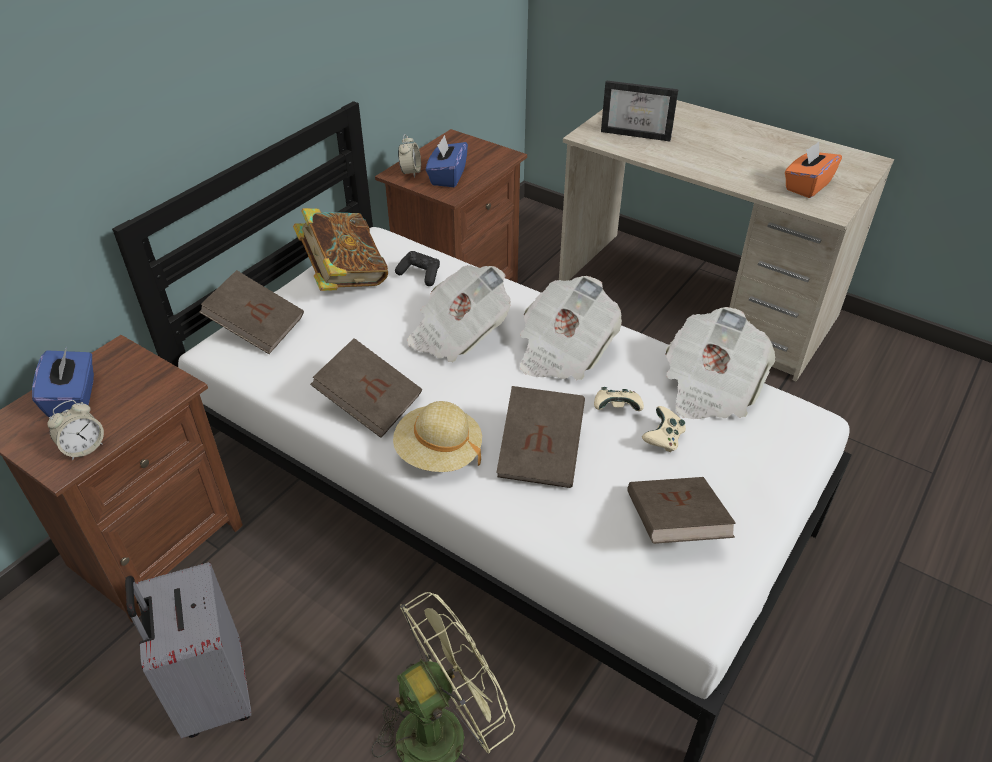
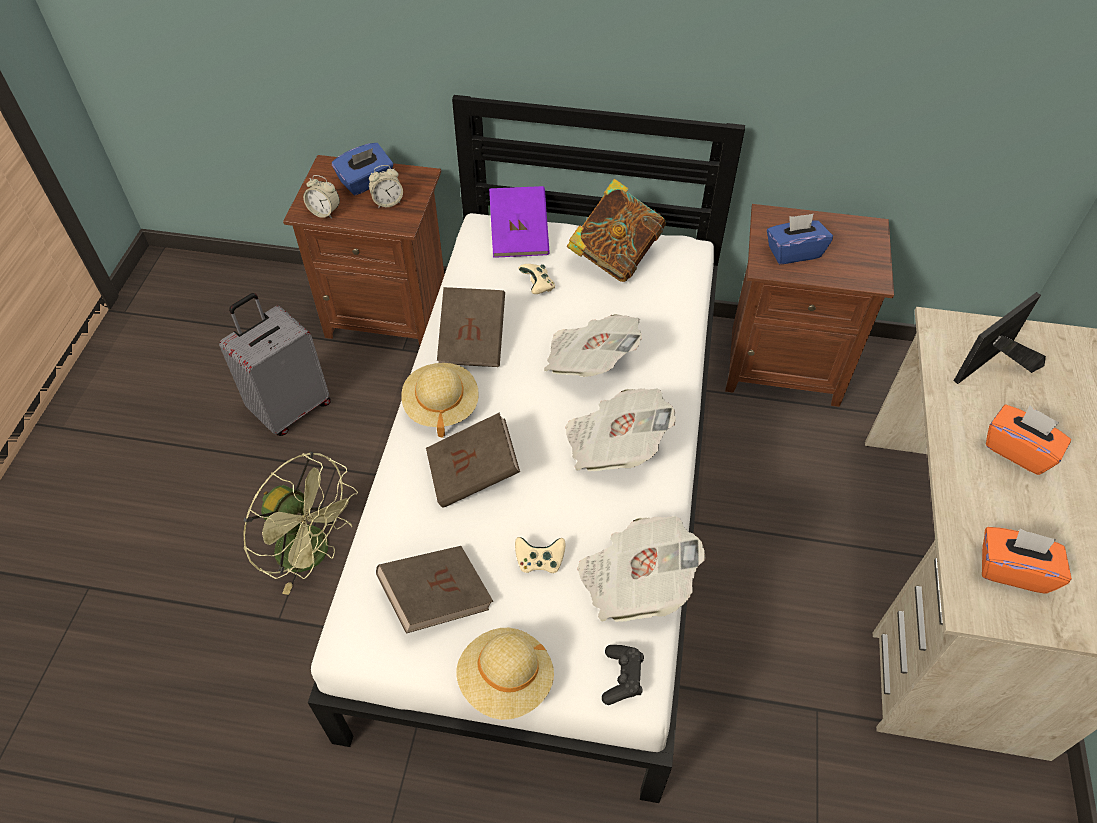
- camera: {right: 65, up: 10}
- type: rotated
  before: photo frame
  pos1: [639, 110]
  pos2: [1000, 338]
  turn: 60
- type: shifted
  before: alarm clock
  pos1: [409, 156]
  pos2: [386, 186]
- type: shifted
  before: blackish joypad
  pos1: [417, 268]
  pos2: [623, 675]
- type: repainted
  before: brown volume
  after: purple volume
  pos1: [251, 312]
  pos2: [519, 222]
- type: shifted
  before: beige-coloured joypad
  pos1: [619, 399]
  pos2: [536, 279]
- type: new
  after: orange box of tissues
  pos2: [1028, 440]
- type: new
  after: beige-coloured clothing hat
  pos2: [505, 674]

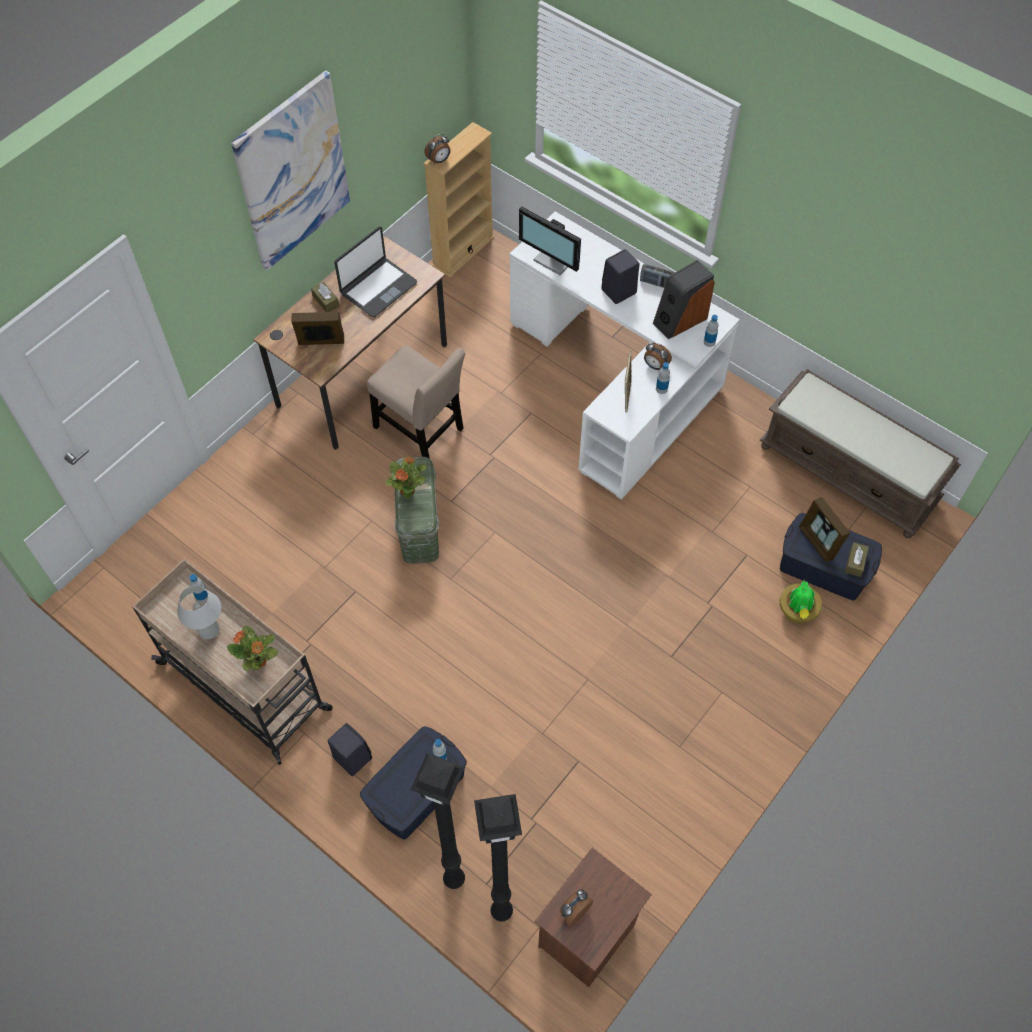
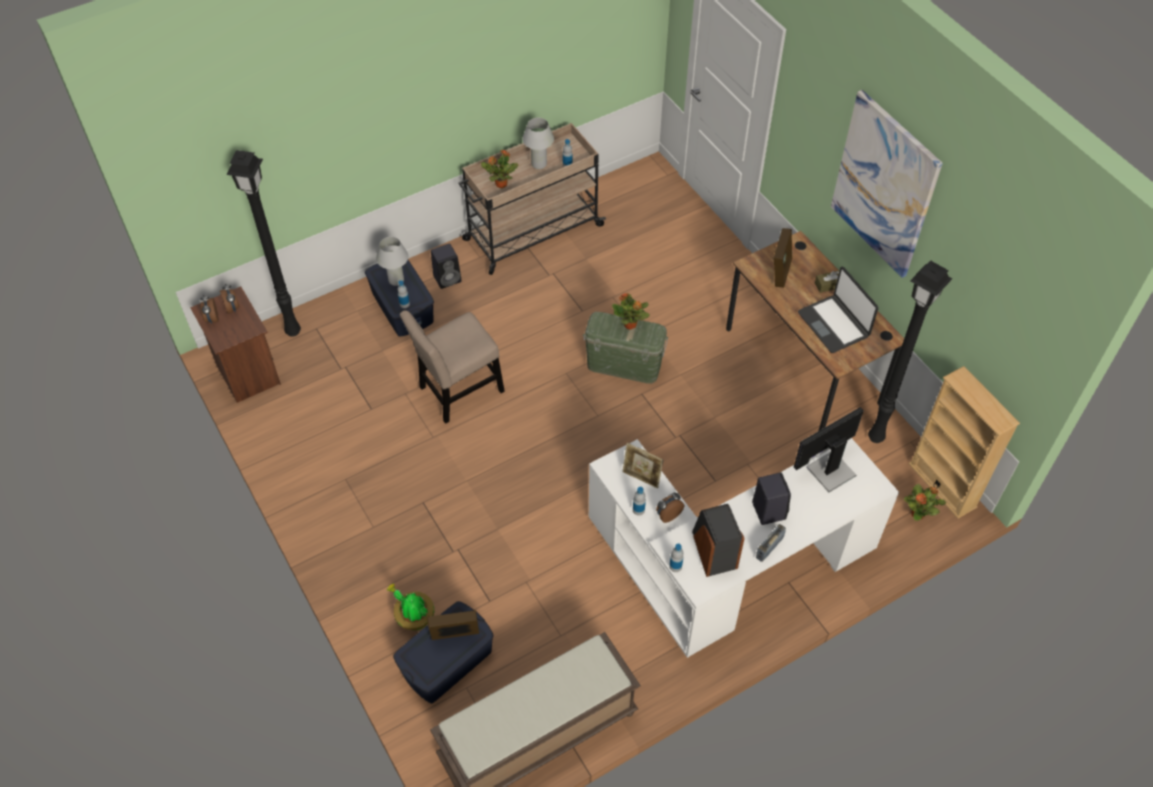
- camera: {right: 110, up: -5}
- type: shifted
  before: alarm clock
  pos1: [438, 149]
  pos2: [209, 309]
- type: shifted
  before: beige-coloured upright chair
  pos1: [416, 402]
  pos2: [452, 367]
- type: gone
  before: brown box of tissues
  pos1: [857, 559]
- type: shifted
  before: blackish floor lamp
  pos1: [438, 821]
  pos2: [910, 352]
- type: new
  after: white table lamp
  pos2: [392, 261]
- type: new
  after: plant in a pot
  pos2: [925, 502]

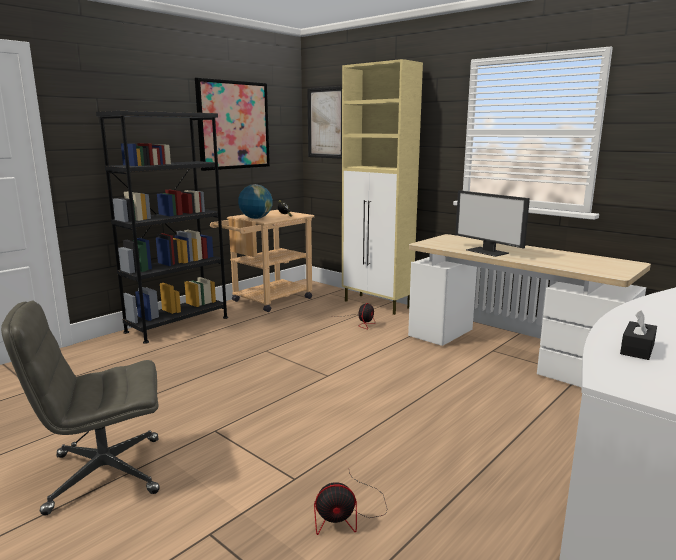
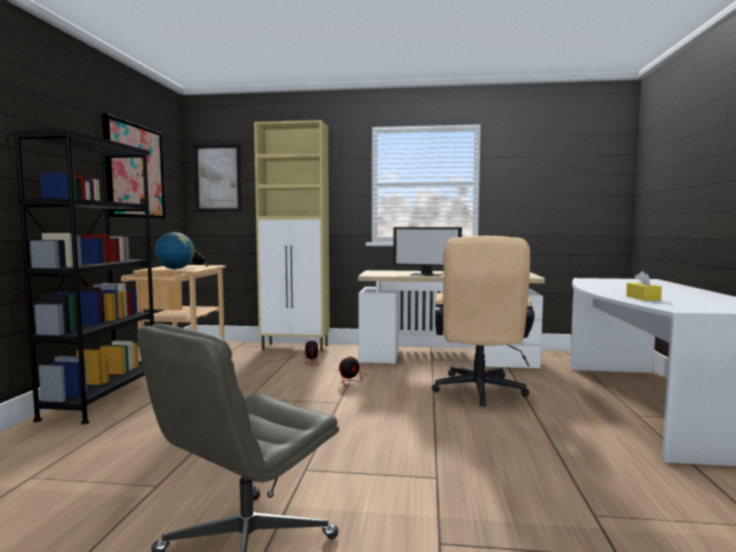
- camera: {right: -35, up: -10}
- type: repainted
  before: blackish box of tissues
  after: yellow-coloured box of tissues
  pos1: [638, 335]
  pos2: [644, 286]
- type: shifted
  before: electric fan
  pos1: [350, 503]
  pos2: [347, 371]
- type: new
  after: beige-coloured office chair
  pos2: [483, 321]

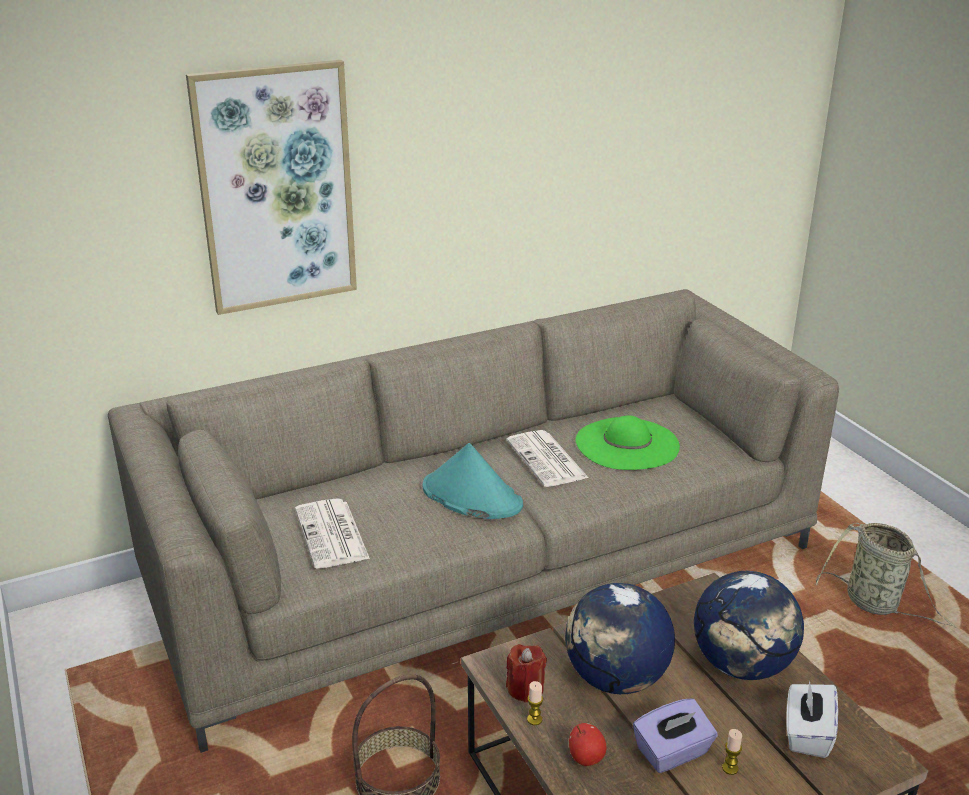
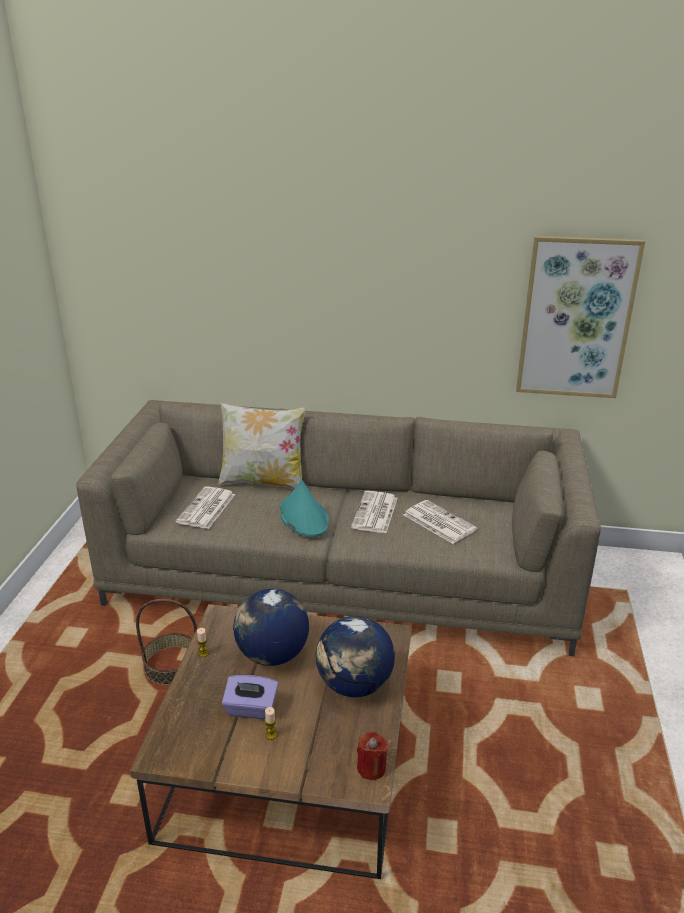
- camera: {right: 35, up: 0}
- type: shifted
  before: picture
  pos1: [271, 187]
  pos2: [580, 317]
- type: swapped
  before: green-coloured clothing hat
  after: newspaper
  pos1: [628, 442]
  pos2: [440, 522]
- type: gone
  before: storage basket
  pos1: [885, 575]
- type: shifted
  before: red wax candle
  pos1: [526, 673]
  pos2: [372, 755]
- type: gone
  before: white box of tissues
  pos1: [812, 719]
- type: gone
  before: apple
  pos1: [588, 744]
- type: new
  after: pillow
  pos2: [262, 446]

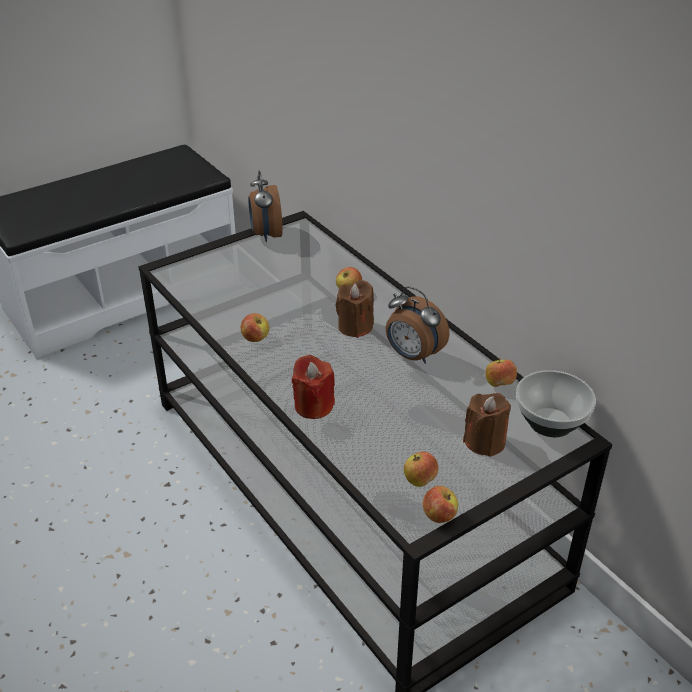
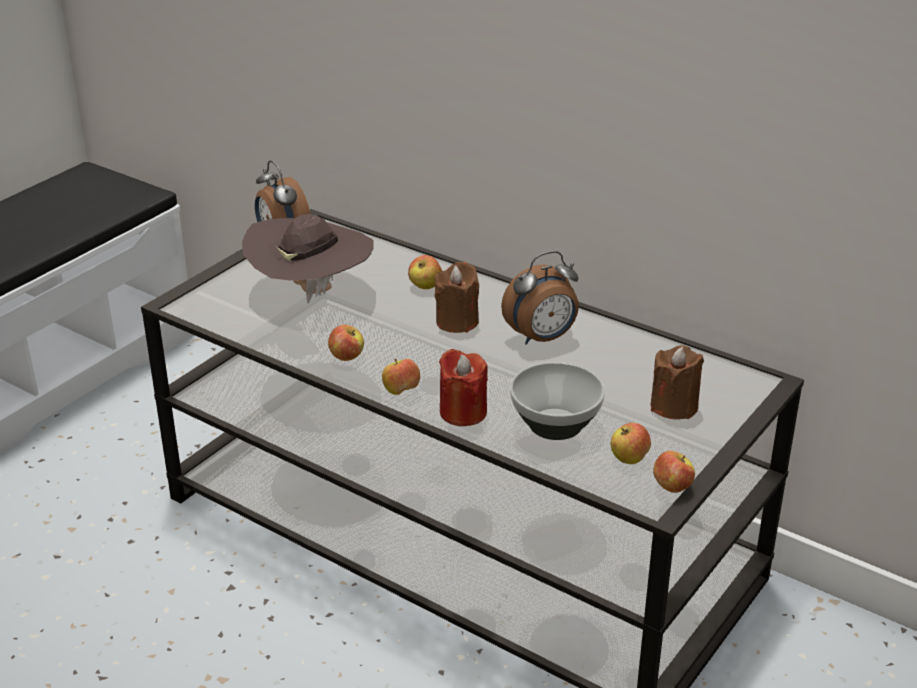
- camera: {right: -20, up: -5}
- type: rotated
  before: alarm clock
  pos1: [418, 325]
  pos2: [540, 298]
  turn: -45
- type: shifted
  before: apple
  pos1: [501, 372]
  pos2: [401, 377]
- type: shifted
  before: bowl
  pos1: [556, 403]
  pos2: [557, 401]
- type: new
  after: brown clothing hat
  pos2: [308, 258]

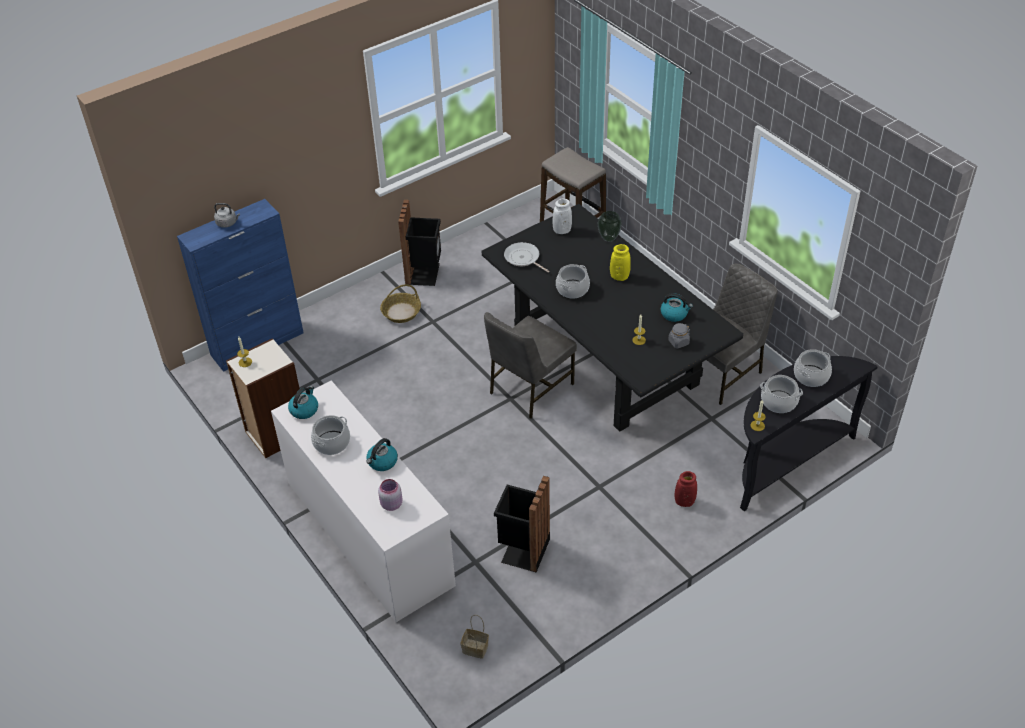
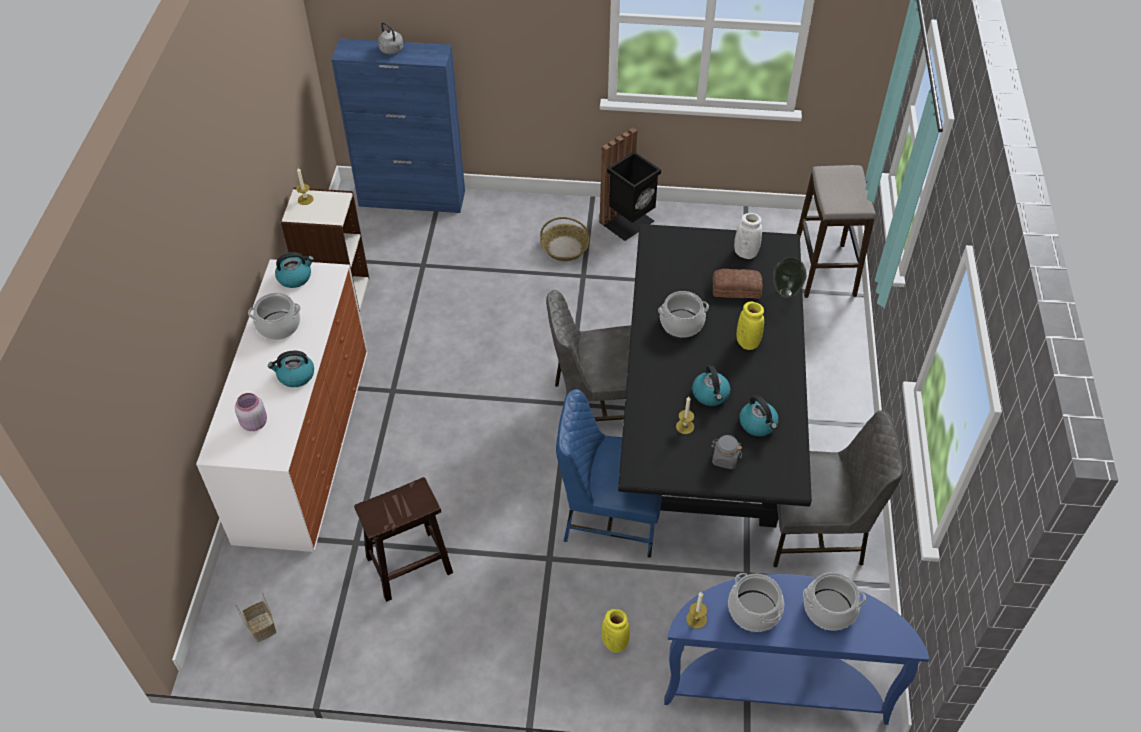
- camera: {right: 40, up: 5}
- type: gone
  before: frying pan
  pos1: [527, 257]
- type: repainted
  before: blackish console table
  after: blue console table
  pos1: [809, 434]
  pos2: [796, 649]
- type: repainted
  before: red vase
  after: yellow-coloured vase
  pos1: [686, 489]
  pos2: [615, 631]
- type: swapped
  before: blackish trash can
  after: brown stool seat
  pos1: [522, 524]
  pos2: [403, 539]
- type: new
  after: baked bread
  pos2: [738, 284]
- type: new
  after: water kettle
  pos2: [711, 385]
- type: new
  after: blue upright chair
  pos2: [609, 473]

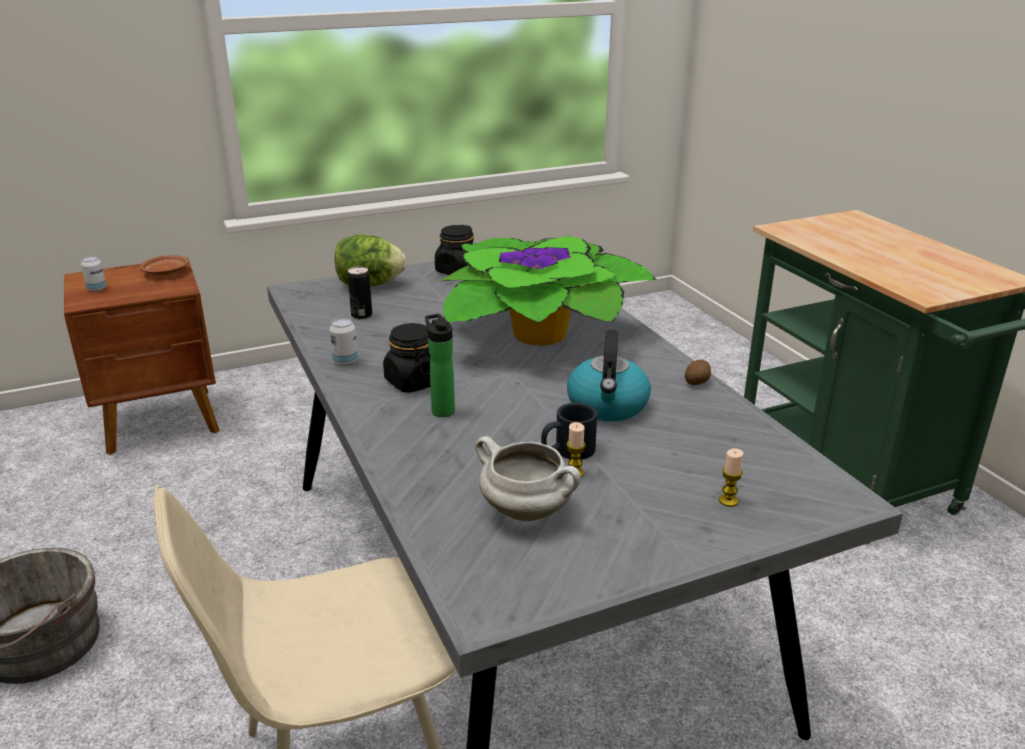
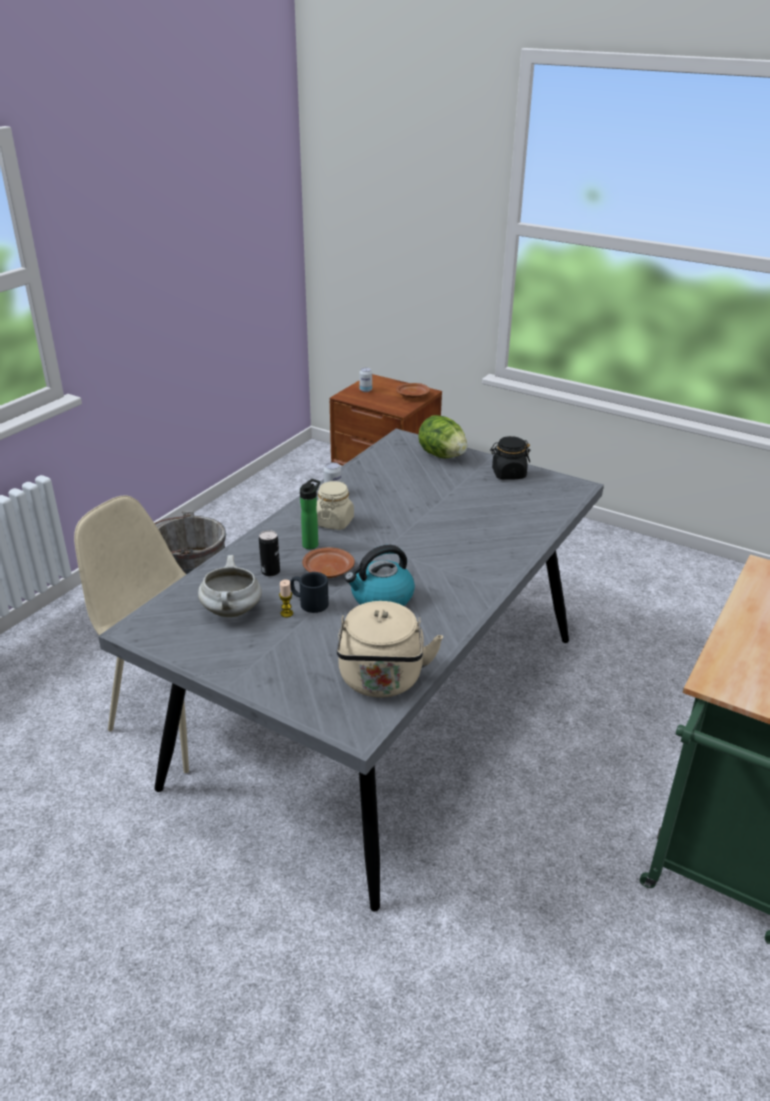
- camera: {right: 55, up: 5}
- type: gone
  before: plant in a pot
  pos1: [547, 291]
- type: shifted
  before: can
  pos1: [360, 293]
  pos2: [269, 553]
- type: repainted
  before: blackish jar
  after: beige-coloured jar
  pos1: [406, 358]
  pos2: [335, 505]
- type: gone
  before: spud
  pos1: [698, 372]
- type: gone
  before: wax candle
  pos1: [731, 477]
- type: new
  after: brown plate
  pos2: [328, 562]
- type: new
  after: beige-coloured water kettle
  pos2: [390, 649]

